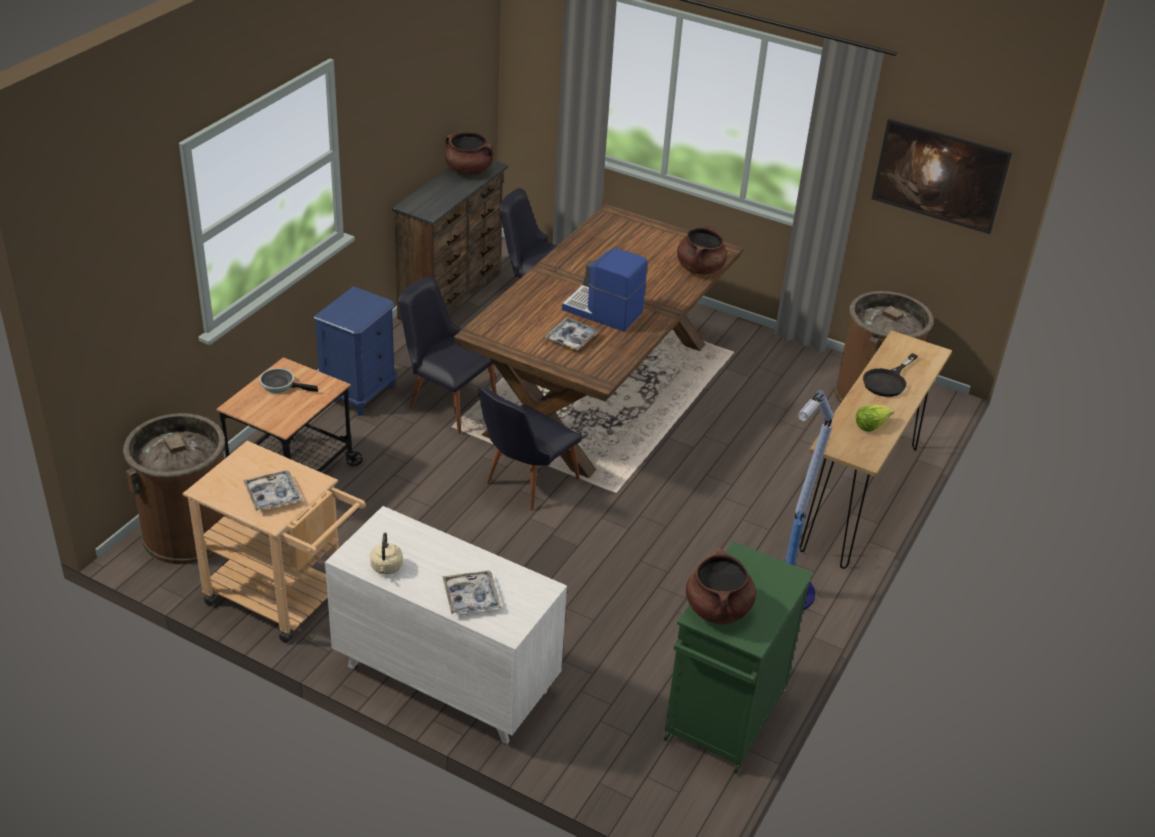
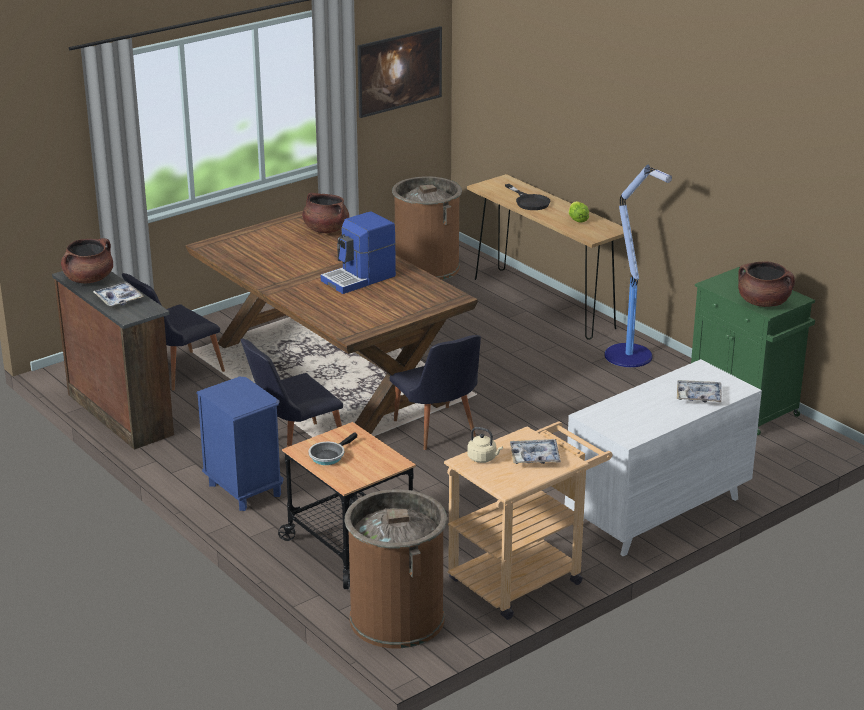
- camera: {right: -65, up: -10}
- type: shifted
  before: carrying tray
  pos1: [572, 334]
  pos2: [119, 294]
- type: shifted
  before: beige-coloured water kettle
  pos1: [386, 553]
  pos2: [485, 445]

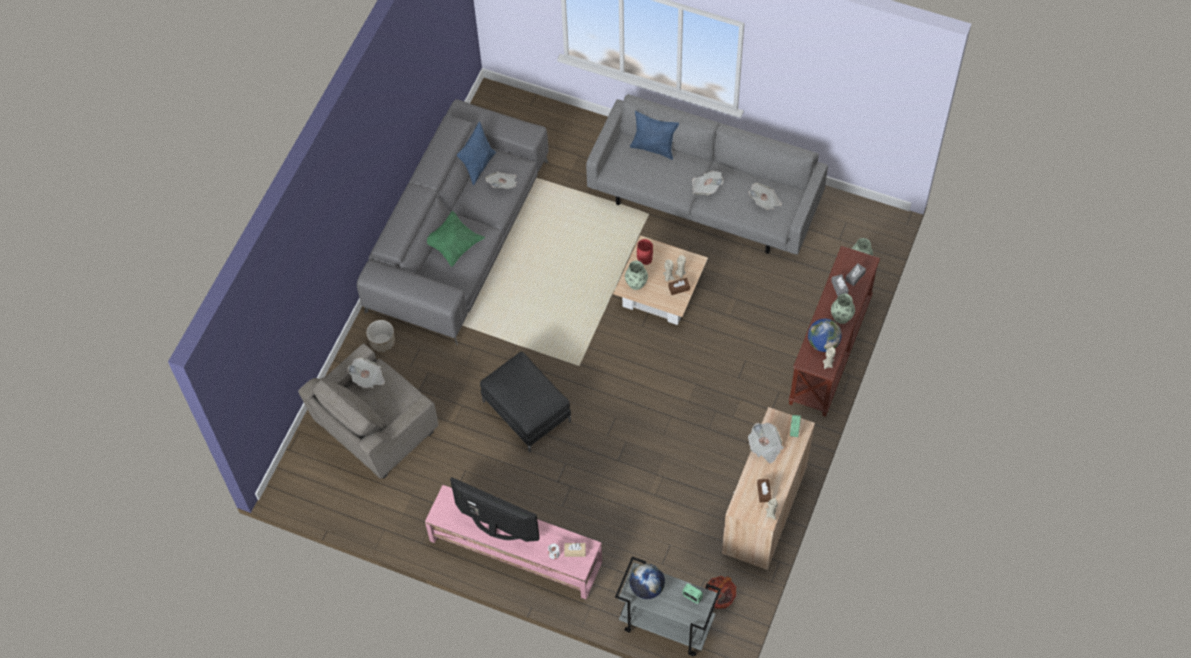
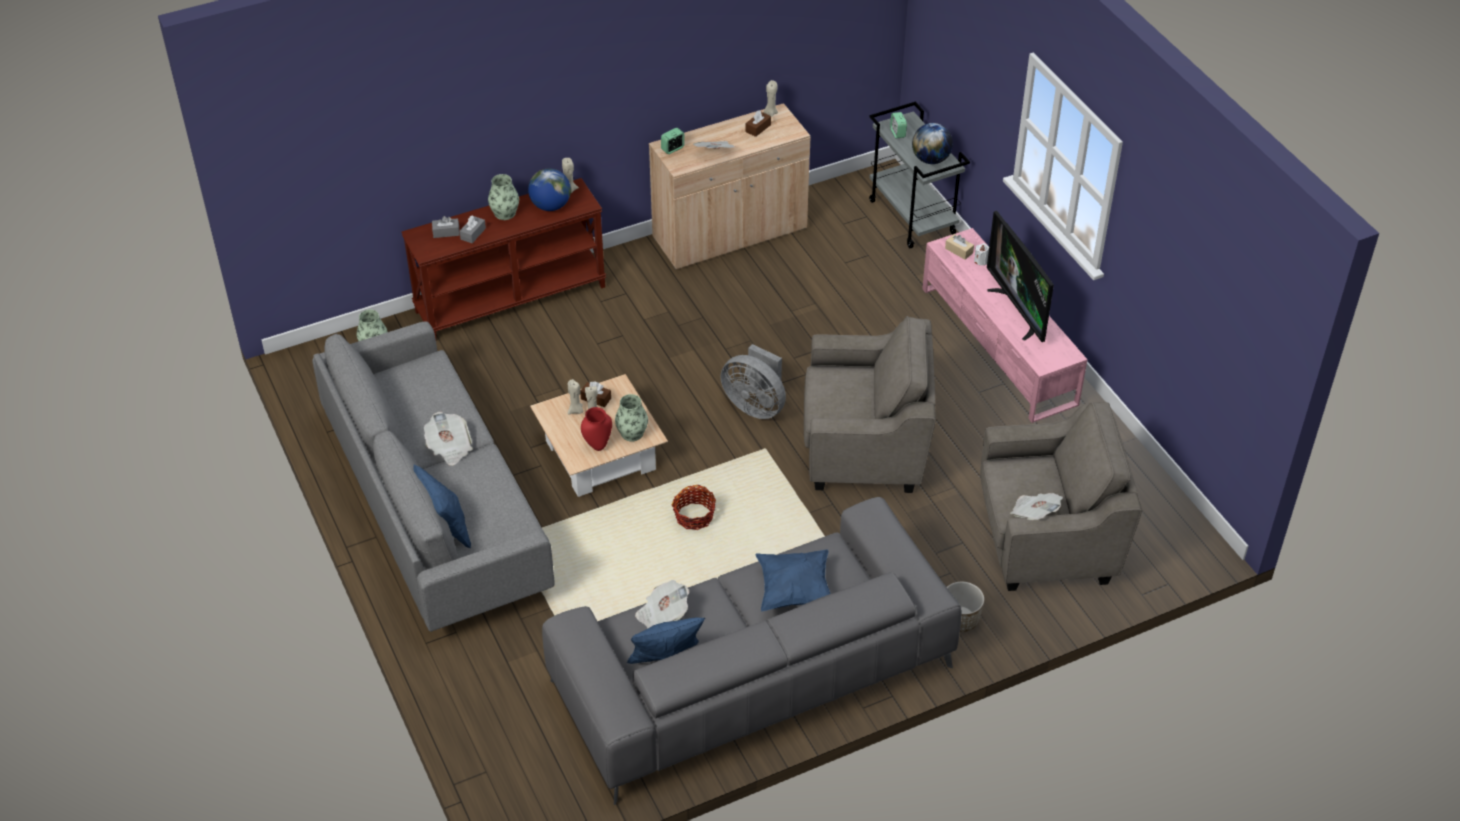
- camera: {right: -140, up: -15}
- type: gone
  before: newspaper
  pos1: [765, 196]
- type: repainted
  before: green-coloured pillow
  after: blue pillow
  pos1: [456, 239]
  pos2: [793, 580]
- type: swapped
  before: blackish ottoman
  after: greyish easy chair
  pos1: [525, 402]
  pos2: [870, 404]
- type: shifted
  before: storage basket
  pos1: [720, 592]
  pos2: [694, 507]
- type: new
  after: greyish electric fan
  pos2: [753, 381]

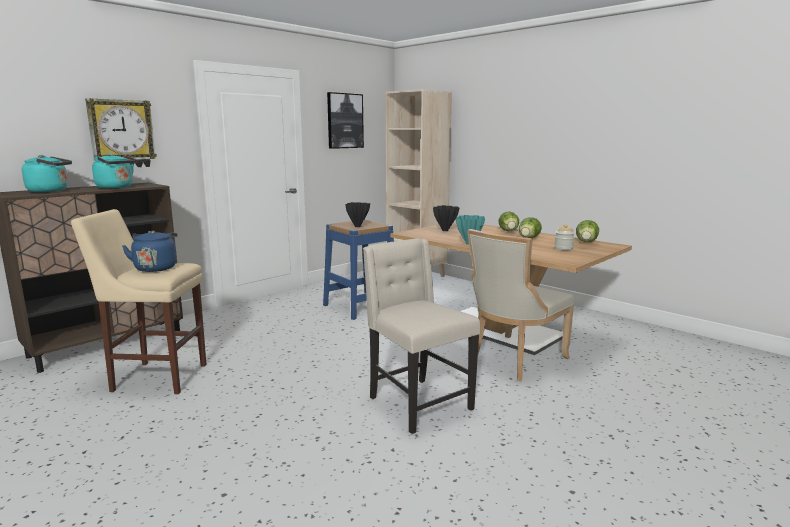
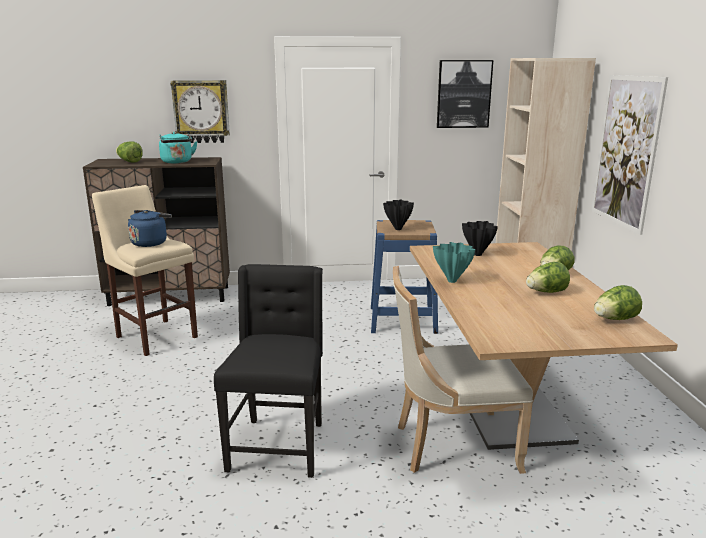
- camera: {right: 40, up: 5}
- type: swapped
  before: blue-green water kettle
  after: lettuce head
  pos1: [47, 173]
  pos2: [129, 151]
- type: gone
  before: jar
  pos1: [564, 237]
- type: repainted
  before: beige-coloured upright chair
  after: blackish upright chair
  pos1: [421, 336]
  pos2: [268, 371]
- type: new
  after: picture
  pos2: [629, 155]

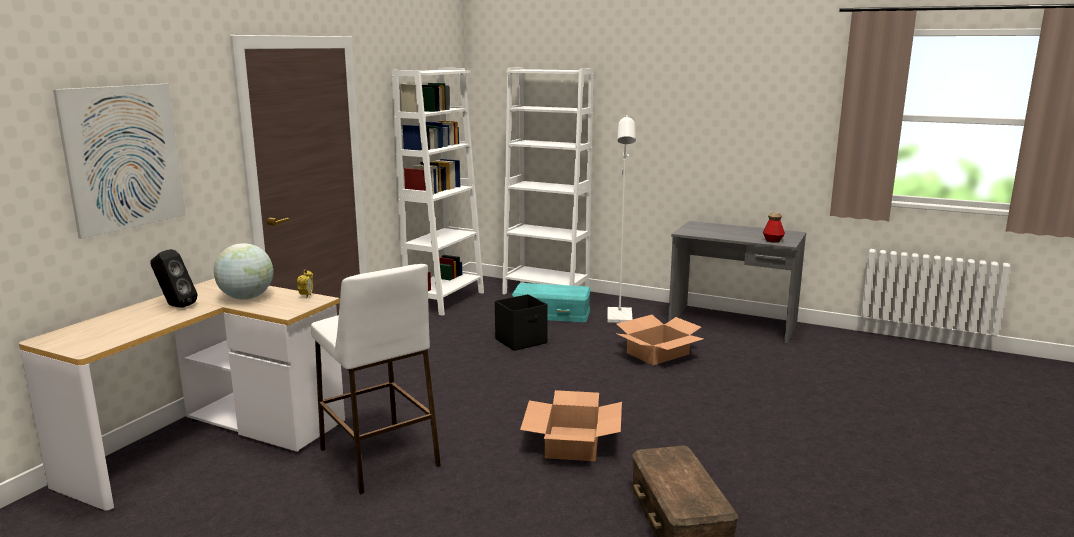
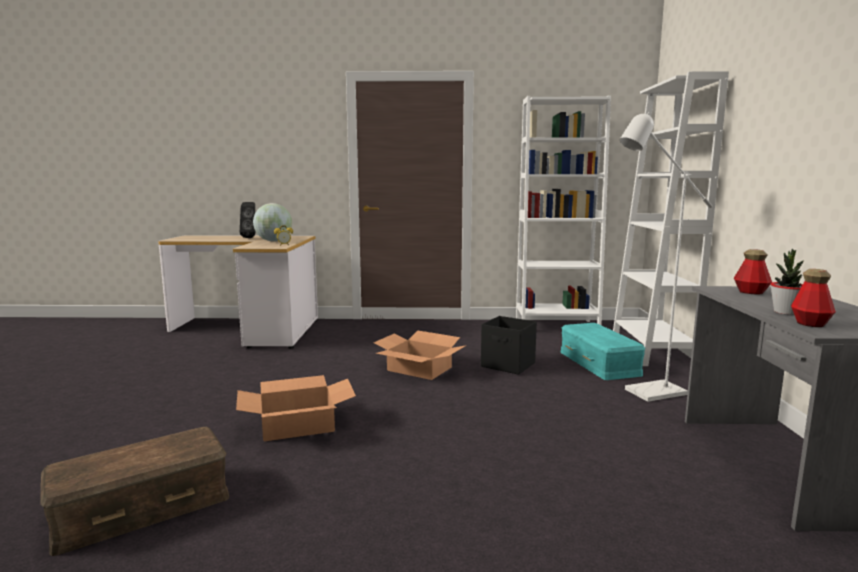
- camera: {right: 65, up: -5}
- type: gone
  before: picture
  pos1: [119, 161]
- type: gone
  before: white stool seat
  pos1: [376, 379]
- type: shifted
  before: packing box
  pos1: [660, 340]
  pos2: [420, 355]
- type: new
  after: plant in a pot
  pos2: [787, 281]
- type: new
  after: drink bottle
  pos2: [753, 272]

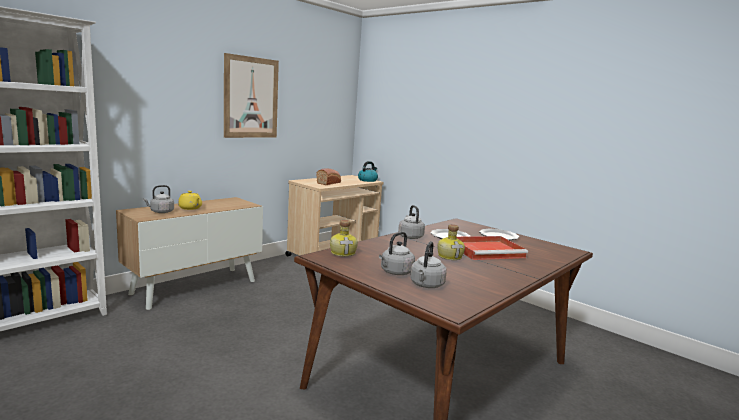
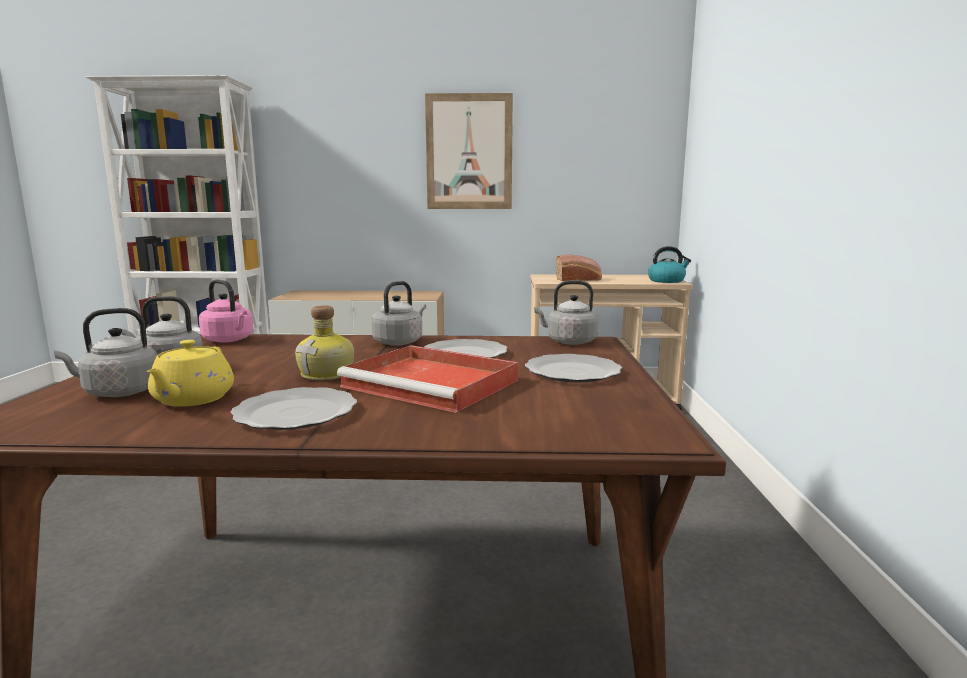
- camera: {right: 50, up: 0}
- type: shifted
  before: greyish water kettle
  pos1: [158, 199]
  pos2: [566, 313]
- type: shifted
  before: yellow-coloured teapot
  pos1: [190, 200]
  pos2: [190, 373]
- type: swapped
  before: drink bottle
  after: pink water kettle
  pos1: [344, 238]
  pos2: [226, 311]
- type: new
  after: plate
  pos2: [294, 408]

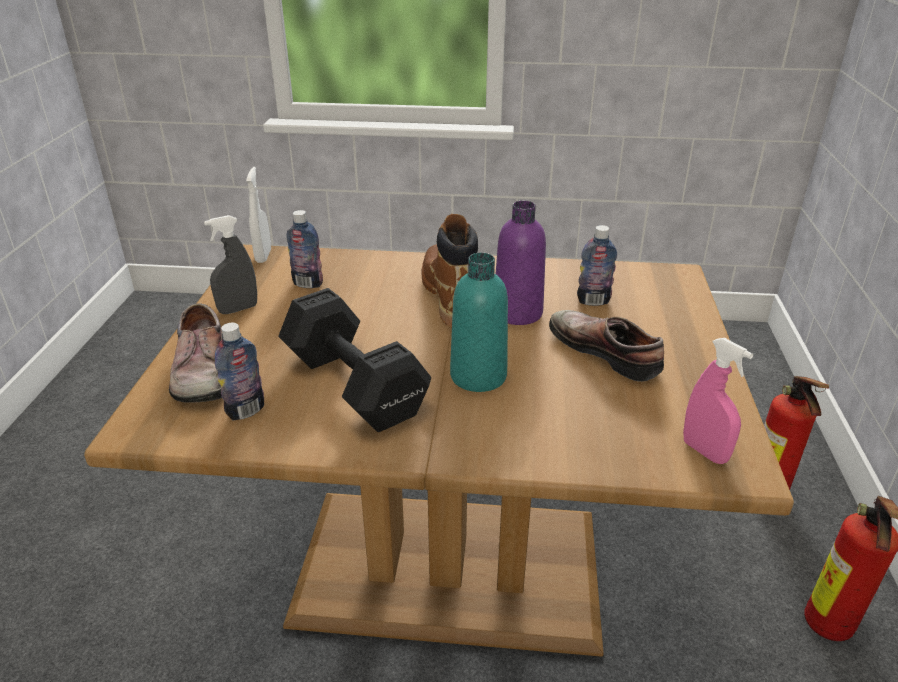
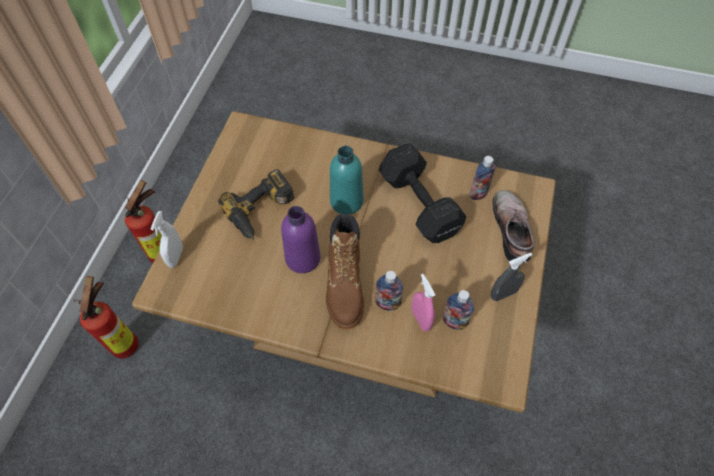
- camera: {right: -170, up: 25}
- type: shifted
  before: white hand sprayer
  pos1: [258, 215]
  pos2: [167, 239]
- type: shifted
  before: drink bottle
  pos1: [597, 265]
  pos2: [389, 291]
- type: swapped
  before: shoe
  after: power drill
  pos1: [606, 346]
  pos2: [256, 204]
- type: shifted
  before: pink hand sprayer
  pos1: [718, 401]
  pos2: [423, 302]

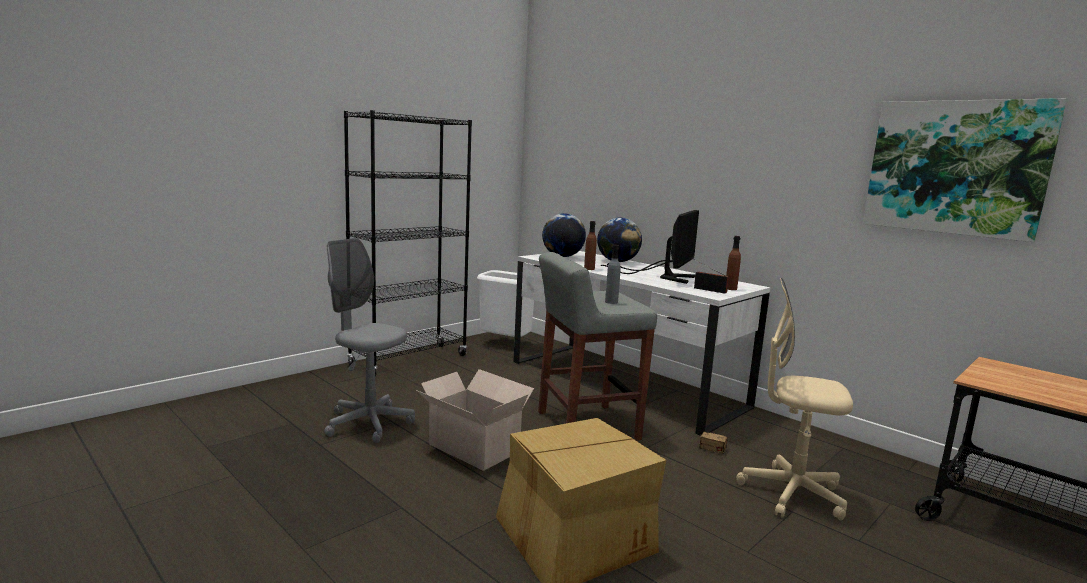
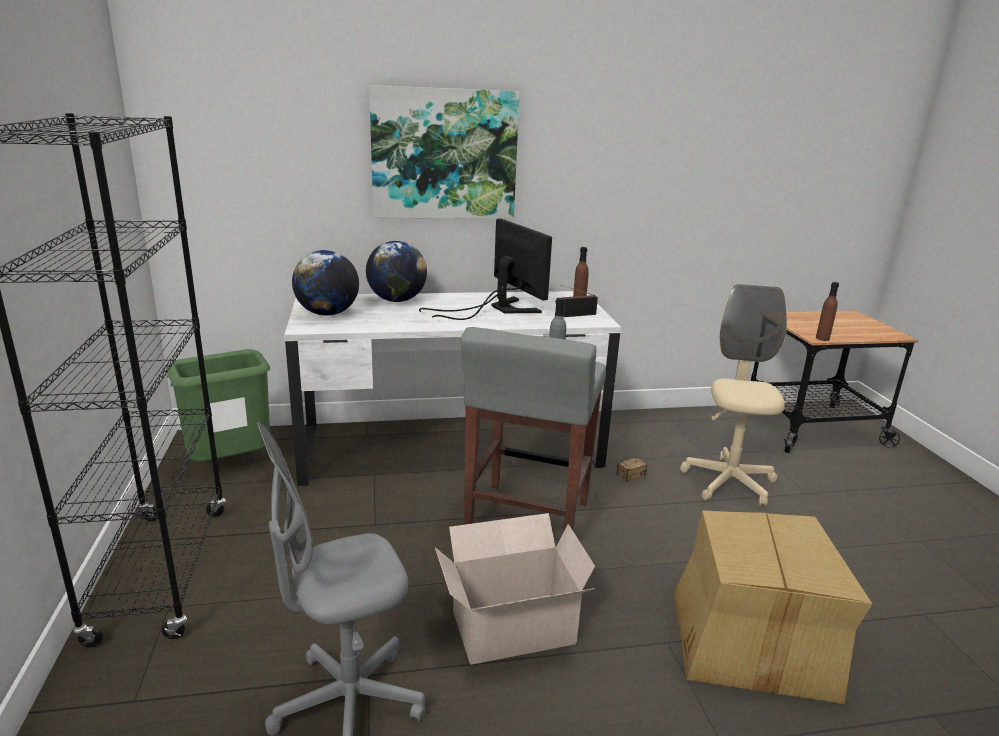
- camera: {right: -55, up: 10}
- type: shifted
  before: picture
  pos1: [965, 170]
  pos2: [444, 152]
- type: shifted
  before: brown drink bottle
  pos1: [590, 245]
  pos2: [827, 311]
- type: repainted
  before: white trash can
  after: green-coloured trash can
  pos1: [505, 303]
  pos2: [218, 405]
- type: rotated
  before: beige-coloured office chair
  pos1: [794, 399]
  pos2: [733, 395]
  turn: 135

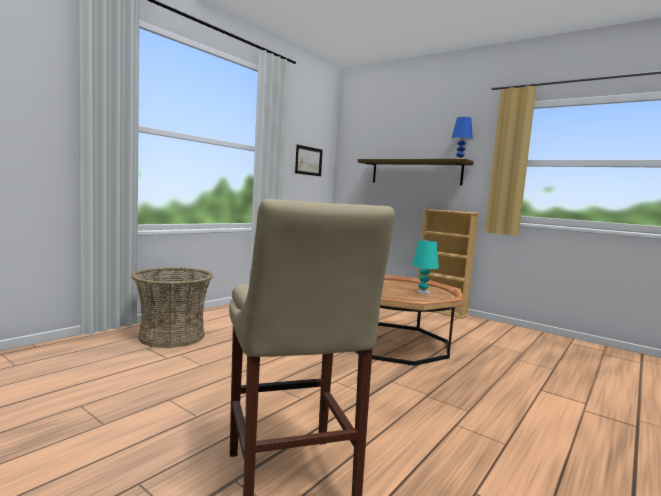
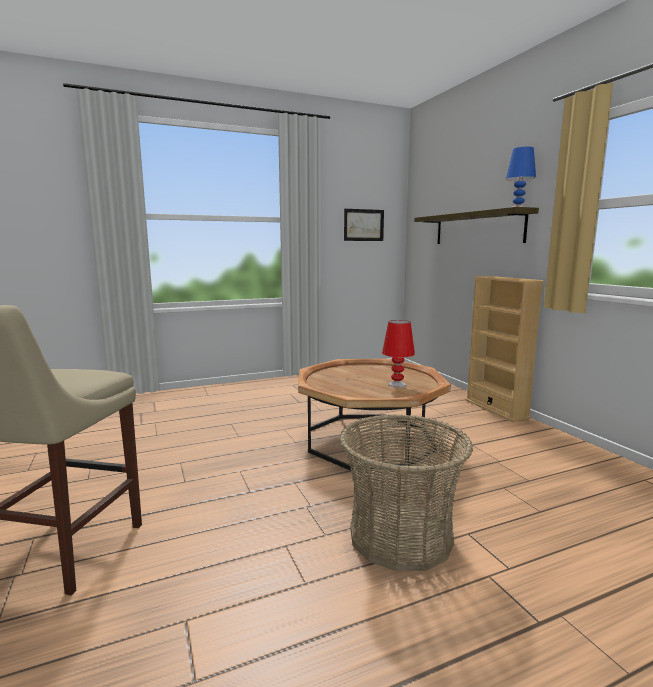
- camera: {right: 30, up: 5}
- type: repainted
  before: blue-green table lamp
  after: red table lamp
  pos1: [425, 267]
  pos2: [398, 354]
- type: shifted
  before: storage basket
  pos1: [172, 307]
  pos2: [406, 492]

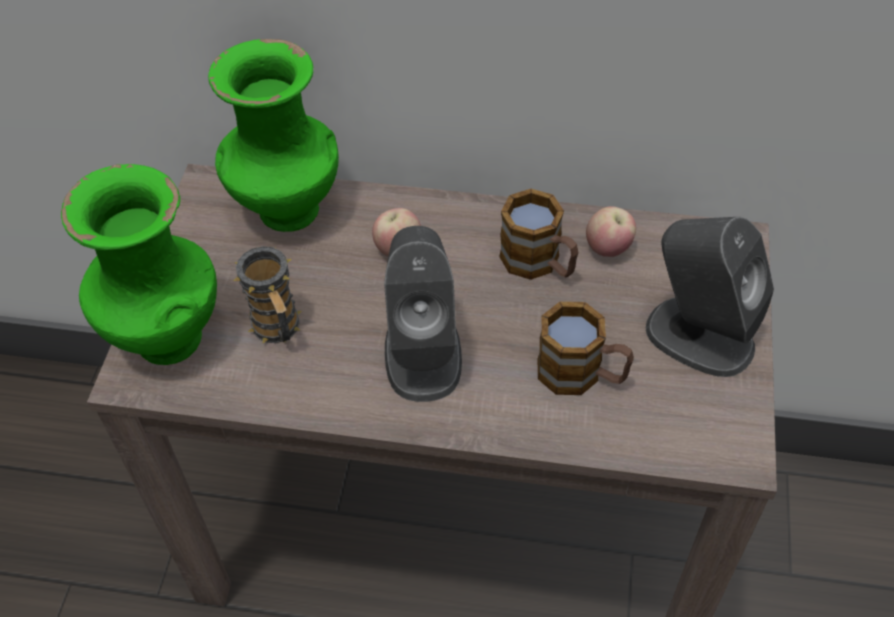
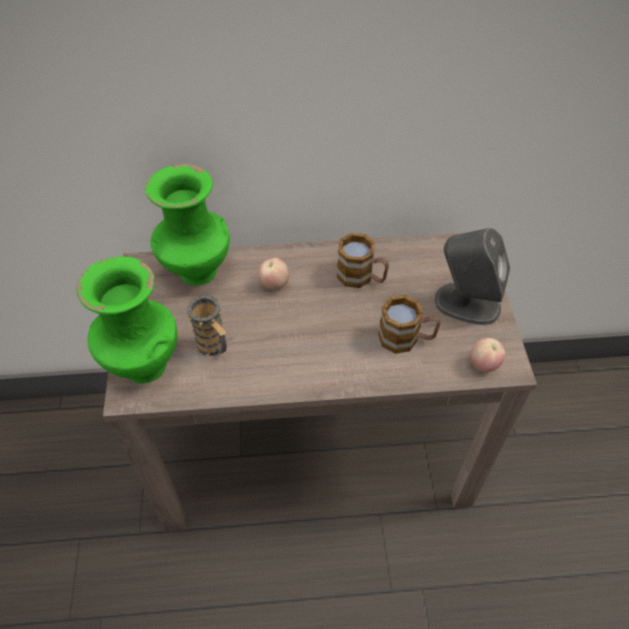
- camera: {right: -15, up: 0}
- type: shifted
  before: apple
  pos1: [611, 231]
  pos2: [487, 355]
- type: gone
  before: greyish speaker
  pos1: [423, 314]

